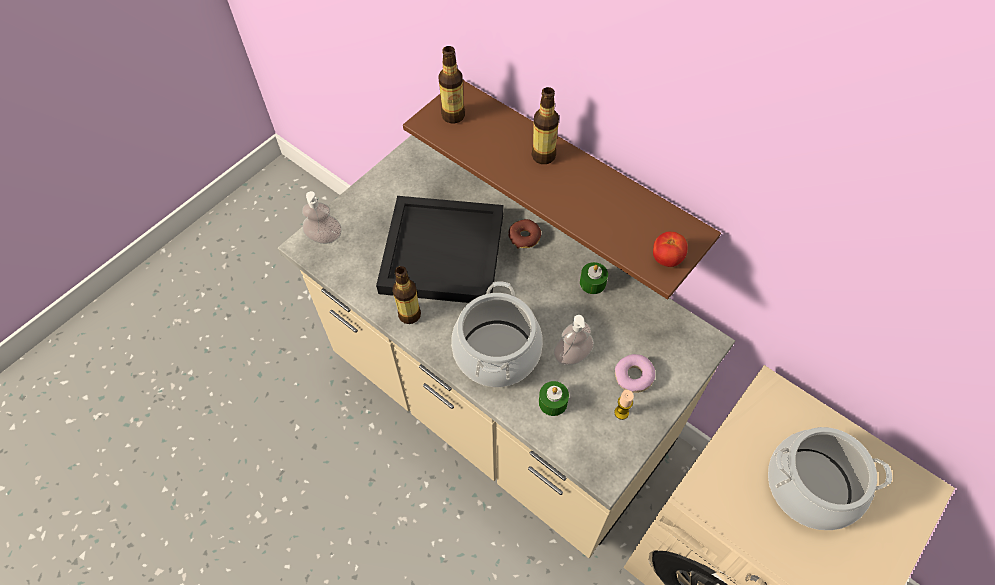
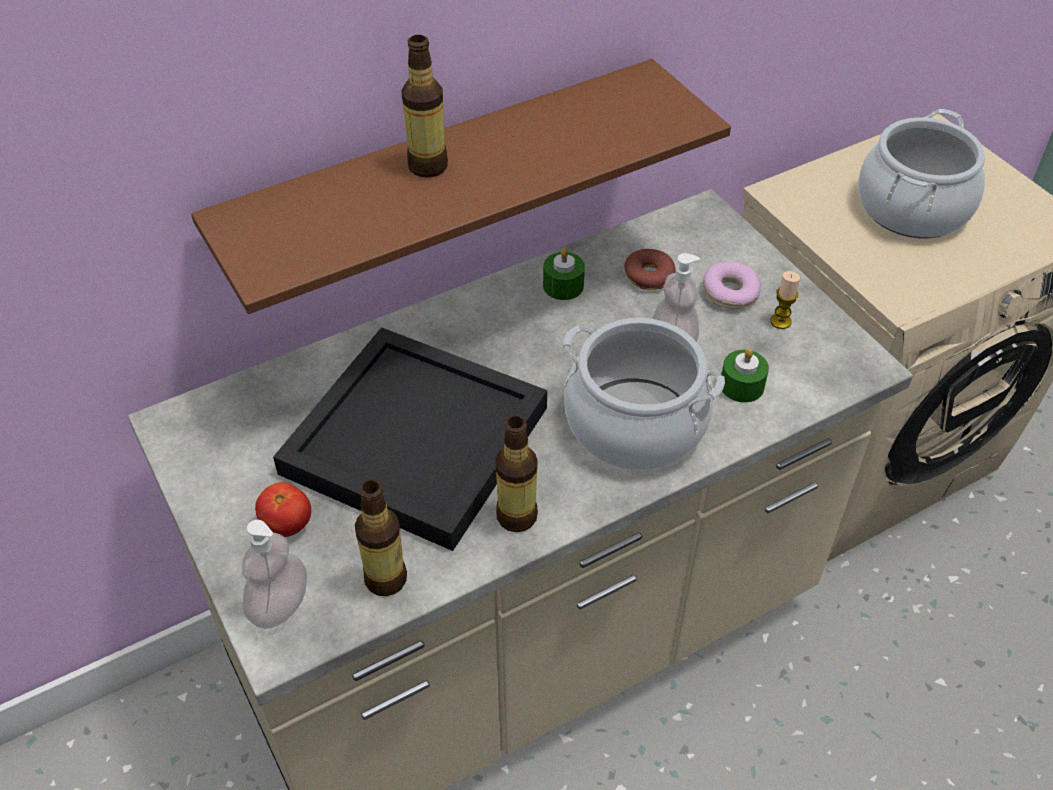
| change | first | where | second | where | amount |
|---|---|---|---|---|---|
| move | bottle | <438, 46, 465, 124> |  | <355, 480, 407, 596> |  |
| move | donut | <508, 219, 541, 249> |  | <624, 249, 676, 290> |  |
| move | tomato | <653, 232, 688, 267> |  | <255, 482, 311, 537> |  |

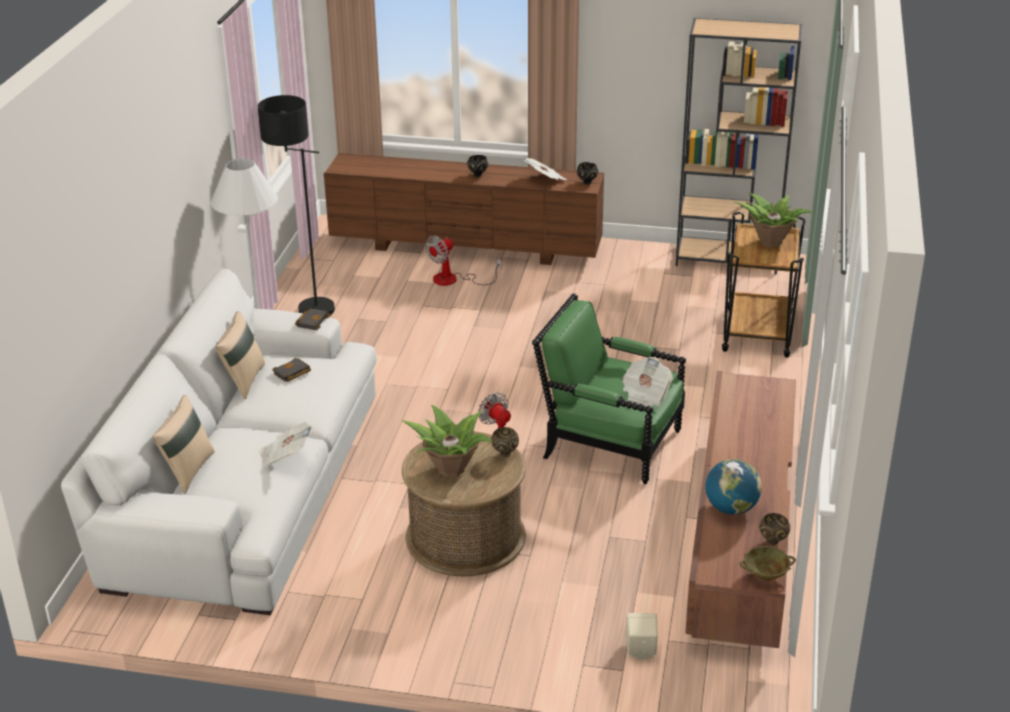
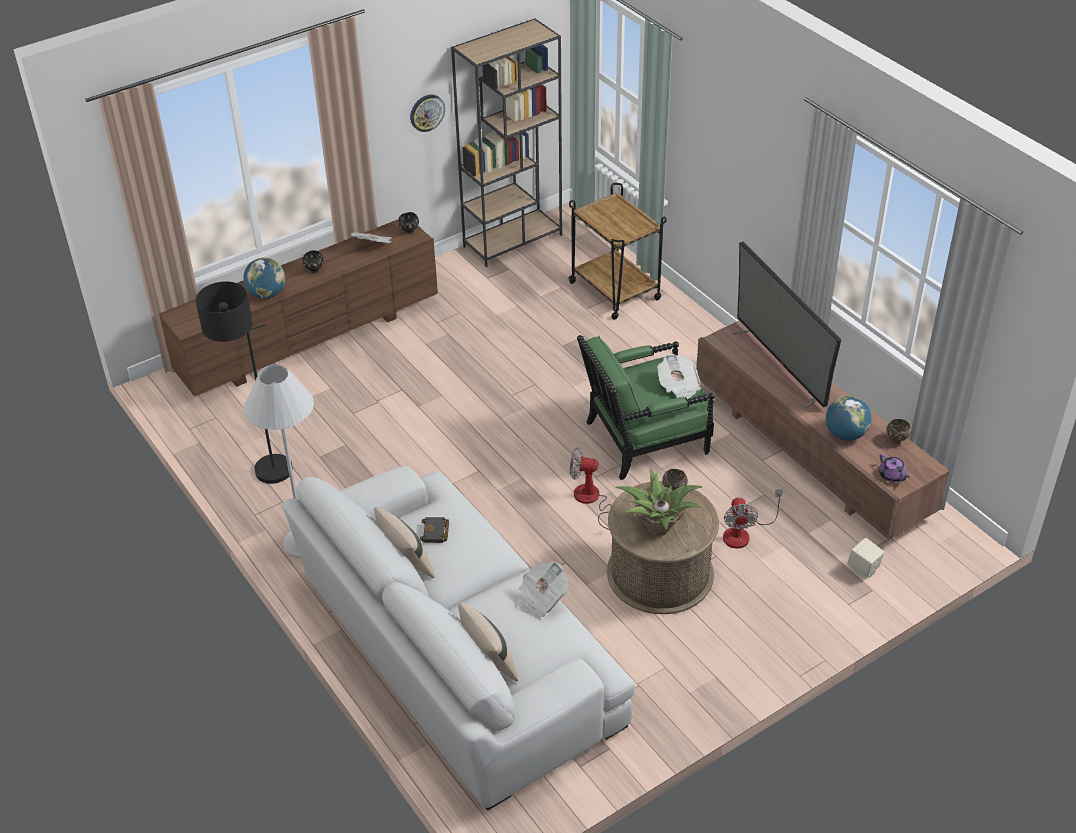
| change | first | where | second | where | amount |
|---|---|---|---|---|---|
| delete | black book | <295, 308, 330, 330> |  |  |  |
| delete | potted plant | <735, 193, 814, 247> |  |  |  |
| delete | beige bowl | <740, 546, 796, 581> |  |  |  |
| insert |  |  | globe | <243, 258, 285, 299> |  |
| insert |  |  | wall clock | <410, 95, 445, 132> |  |
| insert |  |  | television | <733, 242, 841, 409> |  |
| insert |  |  | purple teapot | <879, 454, 910, 482> |  |
| move | fan | <425, 236, 502, 286> |  | <723, 489, 783, 548> |  |

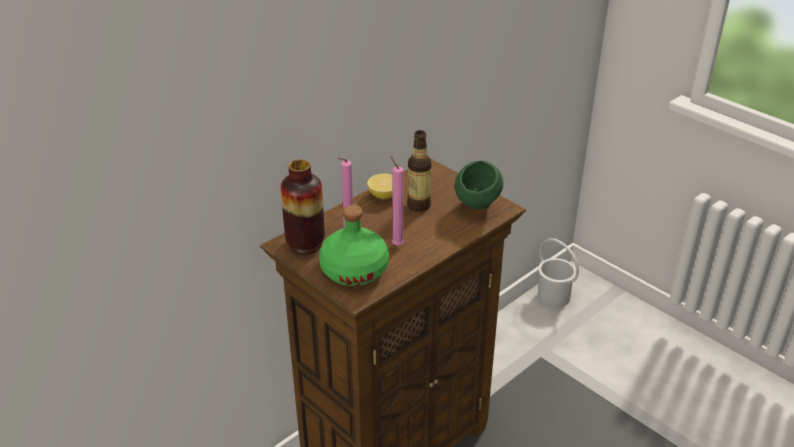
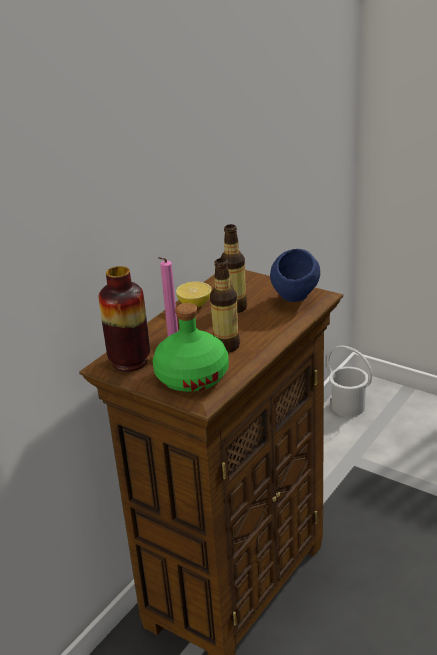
| change | first | where | second | where | amount |
|---|---|---|---|---|---|
| replace | pink candle | <391, 156, 404, 246> | bottle | <210, 258, 240, 353> |  |
| recolor | green bowl | <455, 161, 503, 210> | blue bowl | <270, 249, 320, 302> |  |

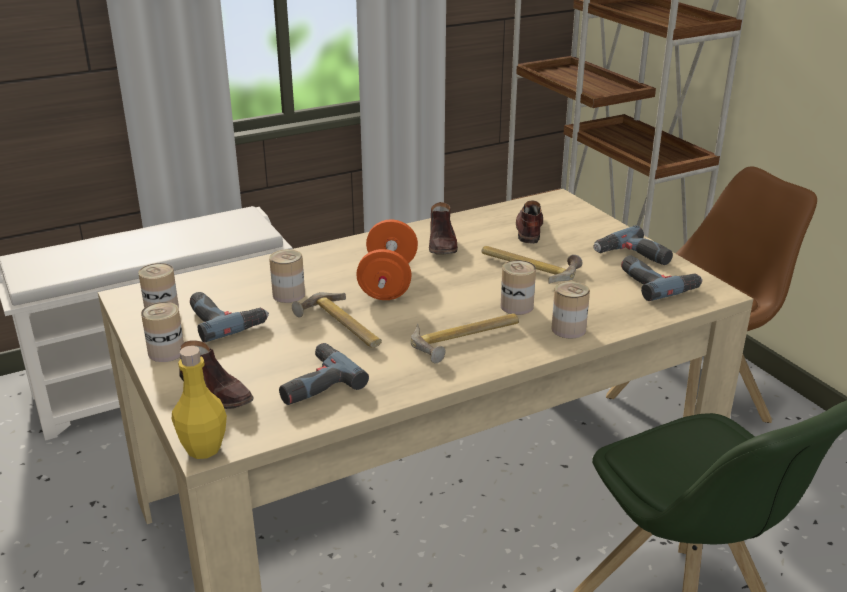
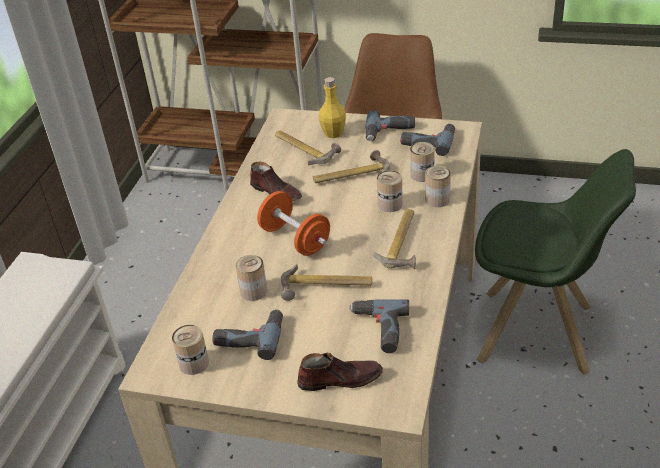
| change | first | where | second | where | amount |
|---|---|---|---|---|---|
| move | can | <141, 302, 184, 362> |  | <410, 142, 435, 182> |  |
| move | yellow bottle | <172, 346, 227, 459> |  | <319, 77, 346, 138> |  |
| replace | brown shoe | <516, 200, 543, 244> | hammer | <275, 131, 341, 165> |  |

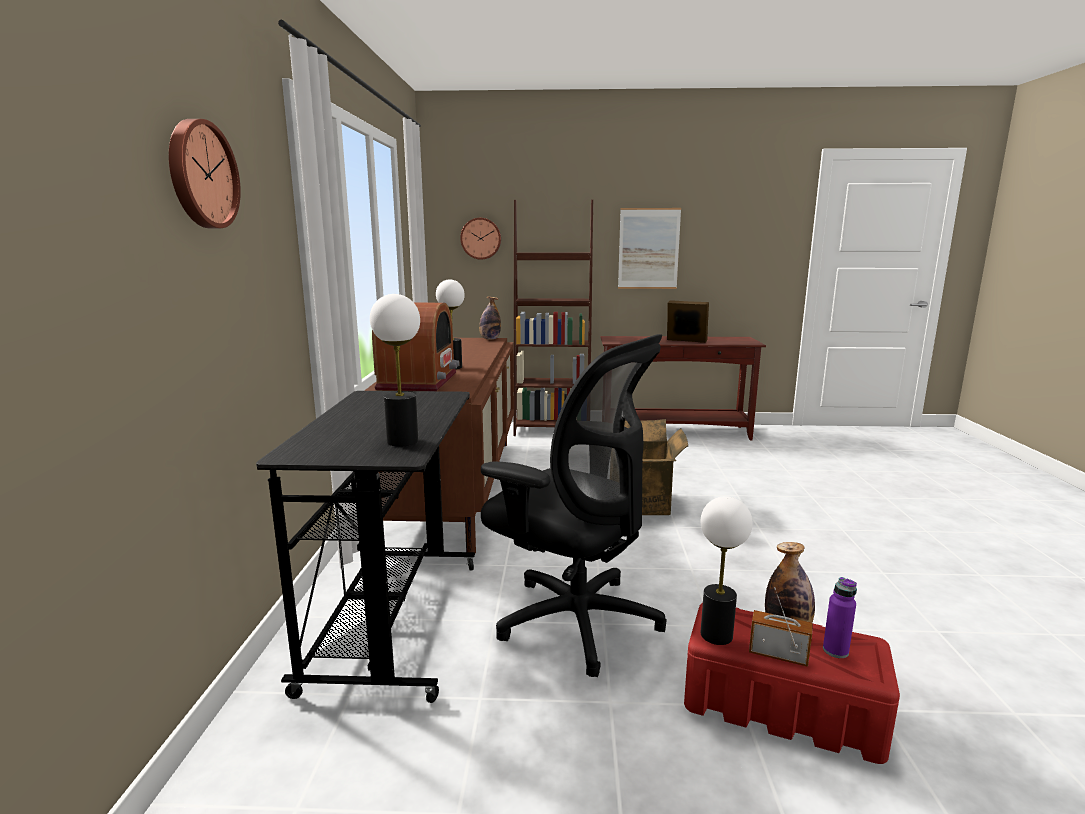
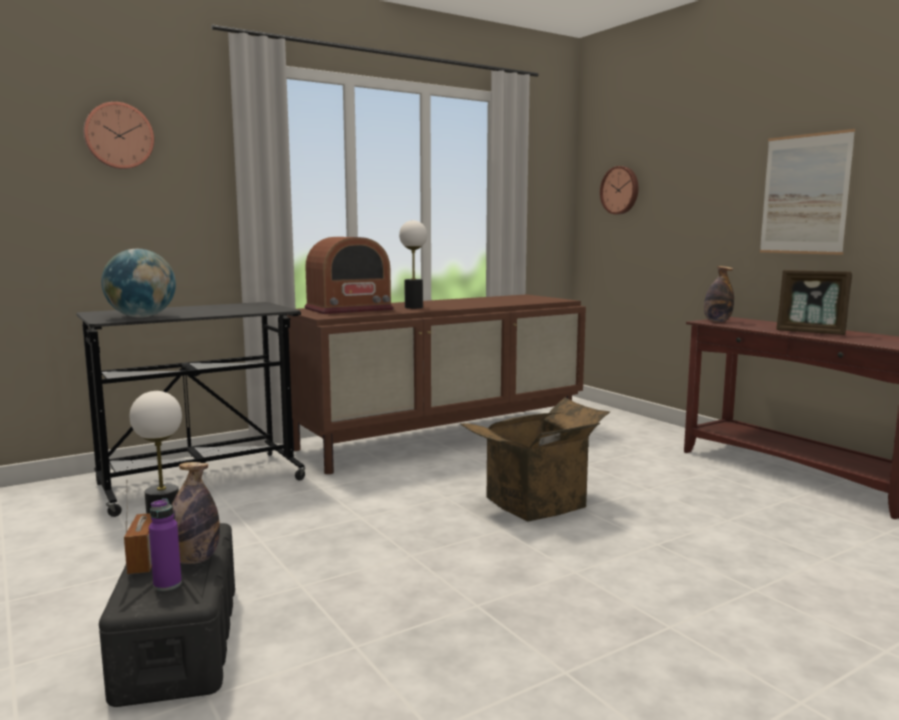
| change | first | where | second | where | amount |
|---|---|---|---|---|---|
| delete | black office chair | <481, 334, 667, 677> |  |  |  |
| delete | brown bookcase | <514, 200, 593, 436> |  |  |  |
| move | bottle | <479, 296, 501, 340> |  | <704, 266, 734, 322> |  |
| replace | table lamp | <370, 294, 420, 447> | globe | <101, 249, 176, 318> |  |
| recolor | red storage box | <684, 603, 900, 764> | black storage box | <99, 523, 235, 707> |  |
| rotate | picture frame | <667, 300, 709, 343> |  | <776, 270, 852, 335> | 135 degrees clockwise |

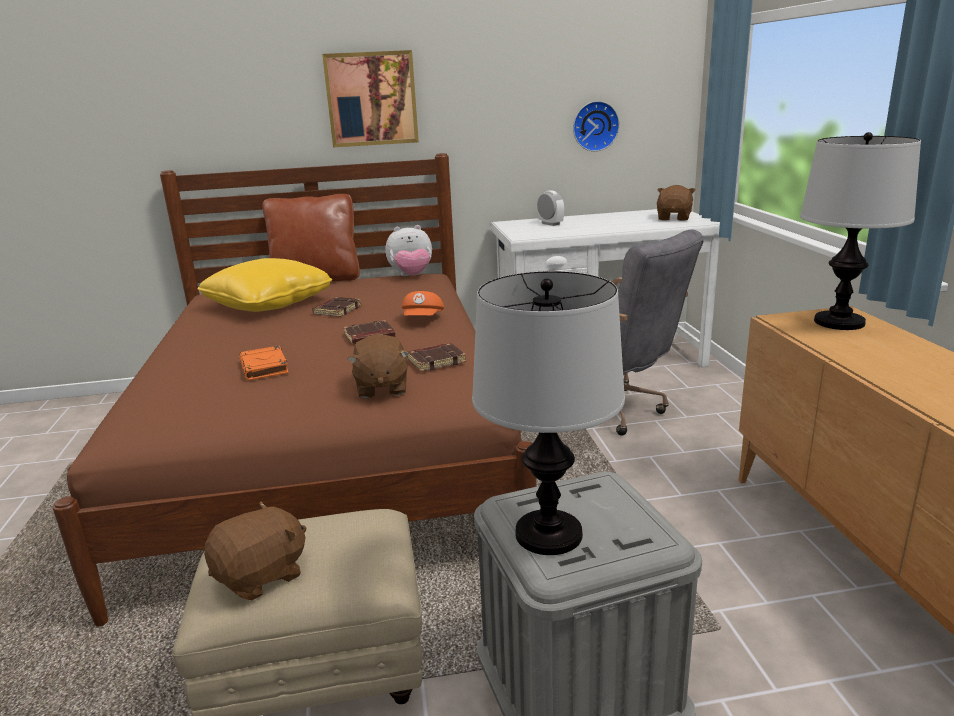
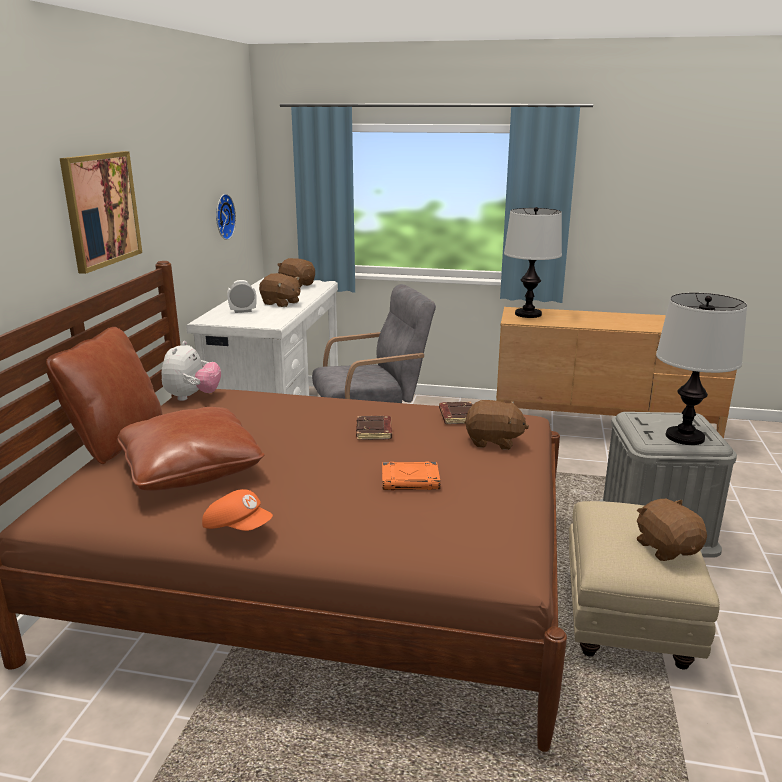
| change | first | where | second | where | amount |
|---|---|---|---|---|---|
| delete | brown book | <312, 297, 362, 317> |  |  |  |
| insert |  |  | brown plush toy | <259, 273, 300, 307> |  |
| move | orange cap | <402, 291, 444, 316> |  | <202, 489, 273, 531> |  |
| recolor | yellow pillow | <197, 258, 332, 312> | brown pillow | <117, 407, 265, 491> |  |

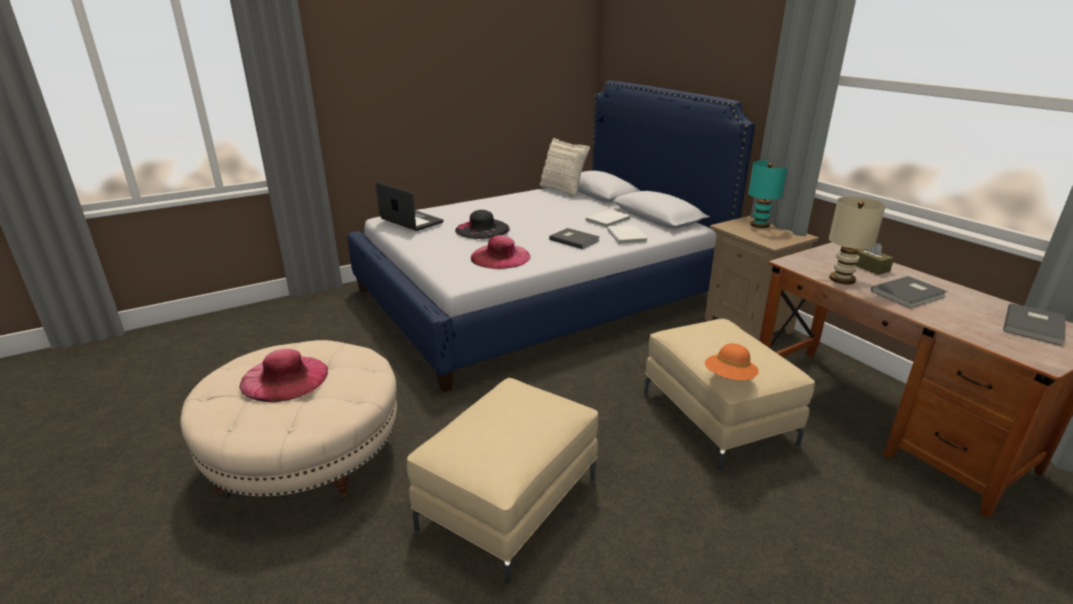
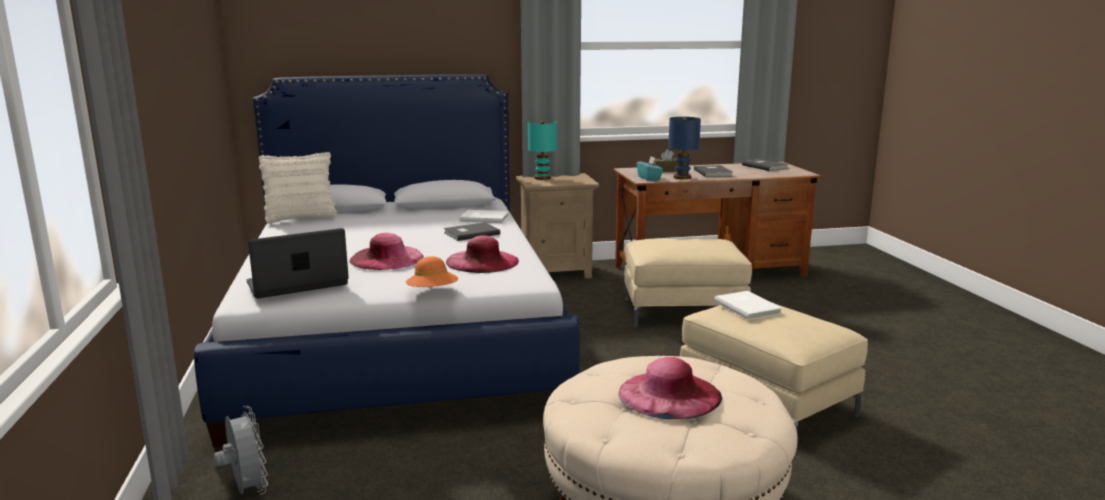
| change | first | where | second | where | amount |
|---|---|---|---|---|---|
| insert |  |  | grey fan | <214, 406, 268, 495> |  |
| insert |  |  | turquoise tissue box | <637, 157, 663, 181> |  |
| move | white book | <585, 210, 631, 228> |  | <714, 291, 783, 320> |  |
| move | orange hat | <705, 343, 759, 380> |  | <406, 256, 459, 287> |  |
| recolor | black hat | <455, 210, 510, 239> | pink hat | <350, 233, 424, 270> |  |
| recolor | beige table lamp | <829, 196, 886, 284> | blue table lamp | <668, 117, 701, 179> |  |

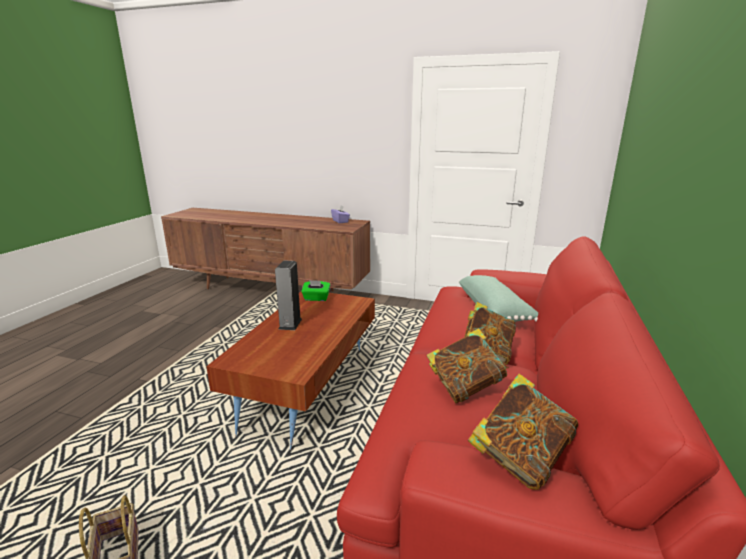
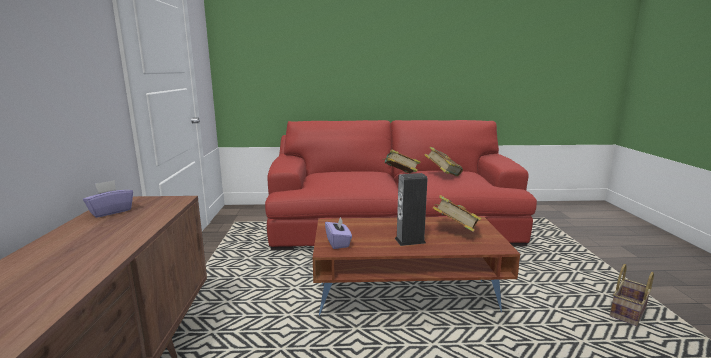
| change | first | where | second | where | amount |
|---|---|---|---|---|---|
| delete | green pillow | <459, 275, 538, 322> |  |  |  |
| move | book | <468, 374, 578, 490> |  | <432, 195, 482, 232> |  |
| recolor | green tissue box | <301, 280, 330, 301> | purple tissue box | <325, 217, 352, 249> |  |

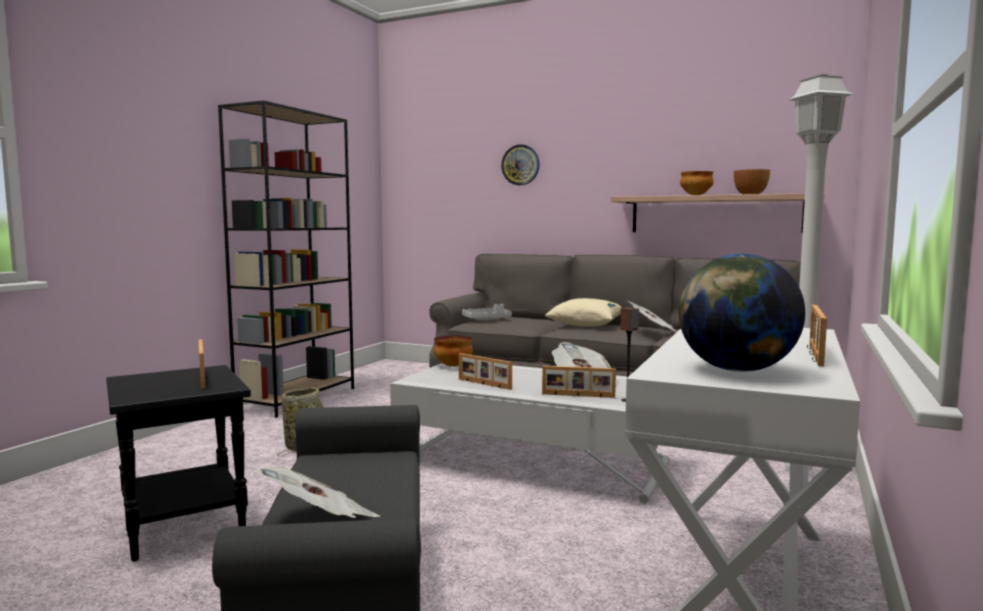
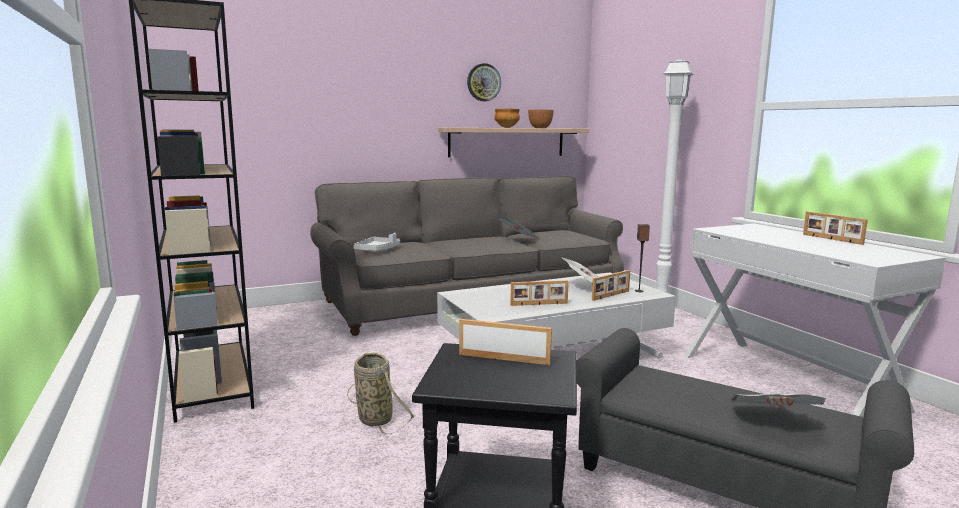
| change | first | where | second | where | amount |
|---|---|---|---|---|---|
| delete | bowl | <434, 335, 473, 367> |  |  |  |
| delete | beige pillow | <545, 298, 622, 327> |  |  |  |
| delete | globe | <679, 254, 805, 372> |  |  |  |
| move | wall clock | <501, 144, 540, 185> |  | <467, 63, 501, 101> |  |

